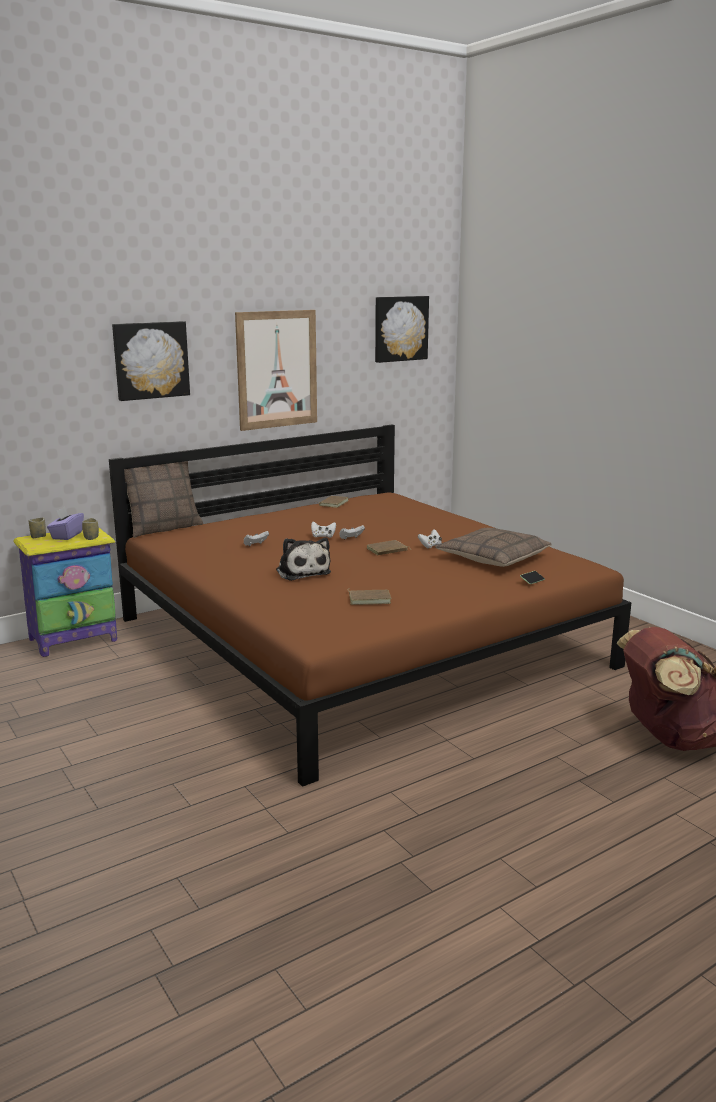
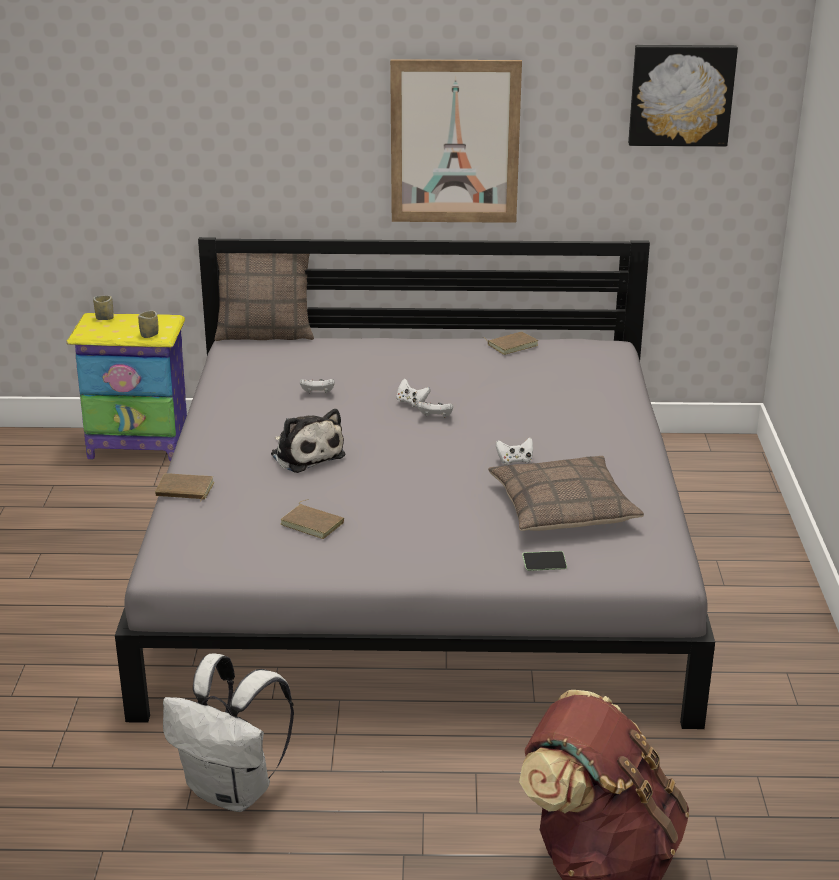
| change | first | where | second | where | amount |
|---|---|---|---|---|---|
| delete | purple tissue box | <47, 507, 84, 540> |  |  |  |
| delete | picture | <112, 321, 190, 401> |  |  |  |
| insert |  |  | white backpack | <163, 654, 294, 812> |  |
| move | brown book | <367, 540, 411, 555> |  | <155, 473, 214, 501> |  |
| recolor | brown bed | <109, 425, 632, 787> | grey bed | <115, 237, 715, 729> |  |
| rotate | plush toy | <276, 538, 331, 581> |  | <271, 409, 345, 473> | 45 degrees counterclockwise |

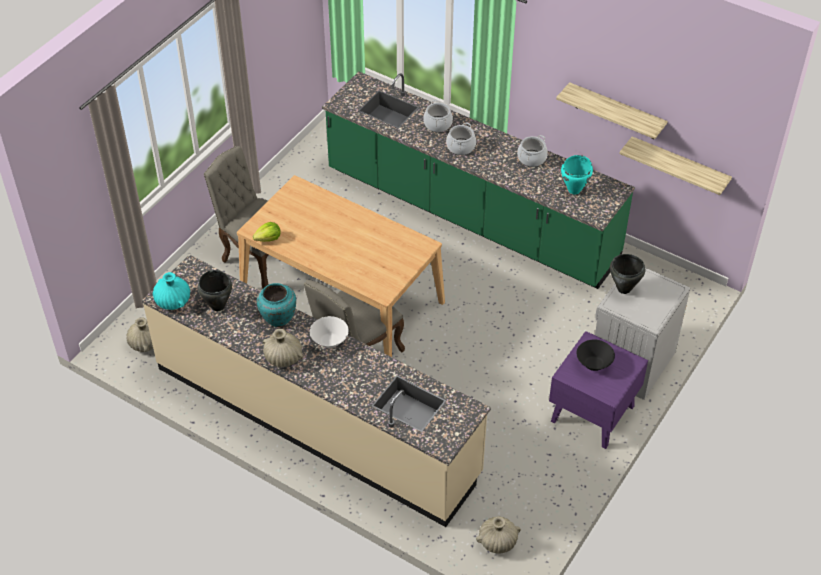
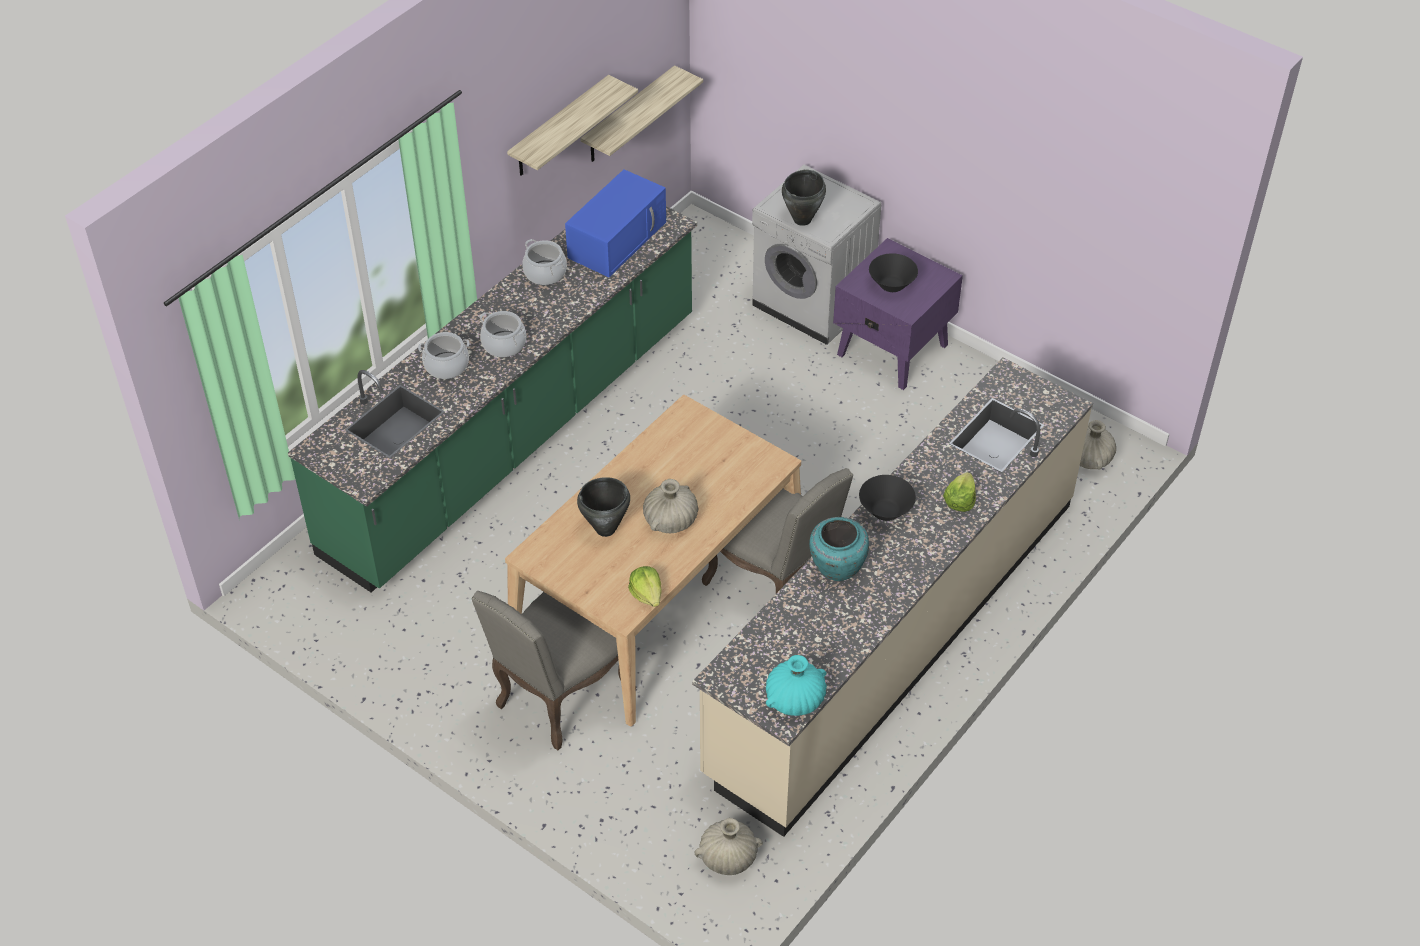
| change | first | where | second | where | amount |
|---|---|---|---|---|---|
| insert |  |  | lettuce | <943, 472, 976, 512> |  |
| move | black cooking pot | <198, 270, 232, 311> |  | <577, 477, 630, 537> |  |
| move | beige vase | <263, 329, 303, 367> |  | <643, 479, 698, 533> |  |
| replace | turquoise cooking pot | <561, 155, 593, 194> | blue microwave | <565, 169, 666, 277> |  |
| recolor | white bowl | <310, 316, 349, 348> | black bowl | <859, 475, 916, 521> |  |

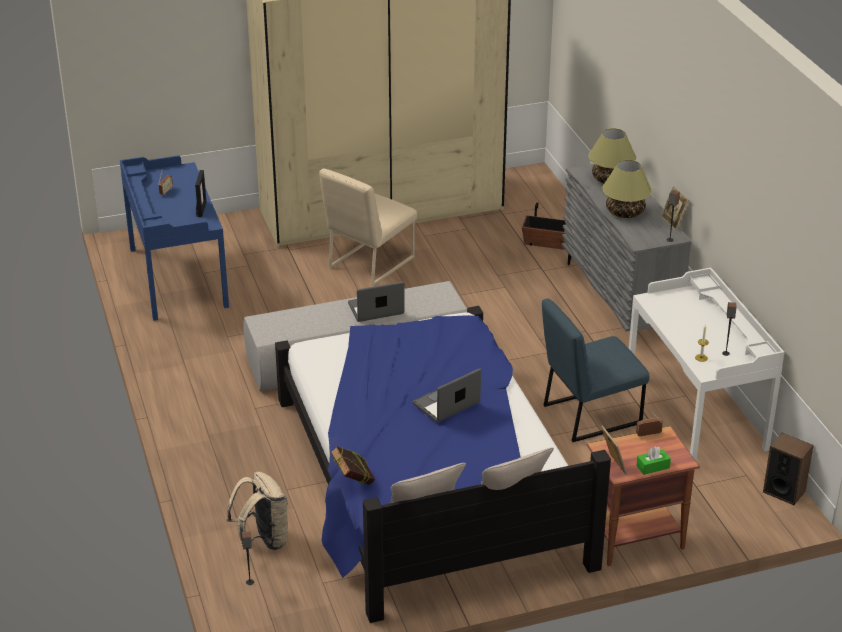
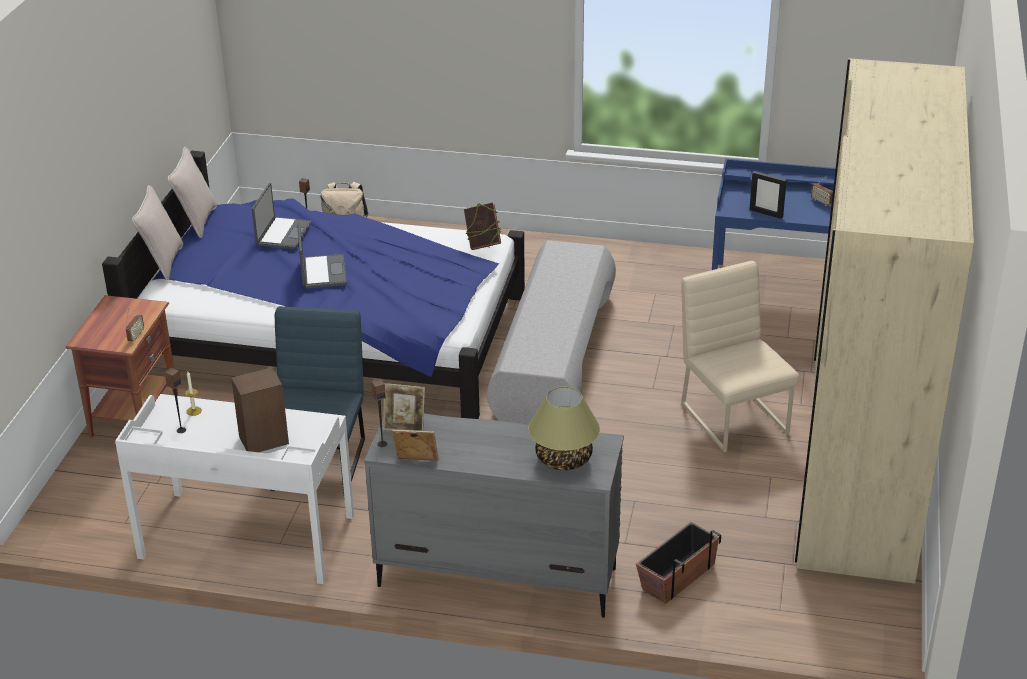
| change | first | where | second | where | amount |
|---|---|---|---|---|---|
| delete | table lamp | <602, 160, 652, 218> |  |  |  |
| delete | green tissue box | <636, 446, 671, 475> |  |  |  |
| move | book | <330, 446, 376, 485> |  | <464, 203, 501, 250> |  |
| move | laptop | <348, 282, 405, 322> |  | <252, 183, 312, 249> |  |
| move | picture frame | <601, 426, 627, 475> |  | <383, 383, 425, 431> |  |
| move | speaker | <763, 433, 814, 505> |  | <231, 367, 289, 452> |  |

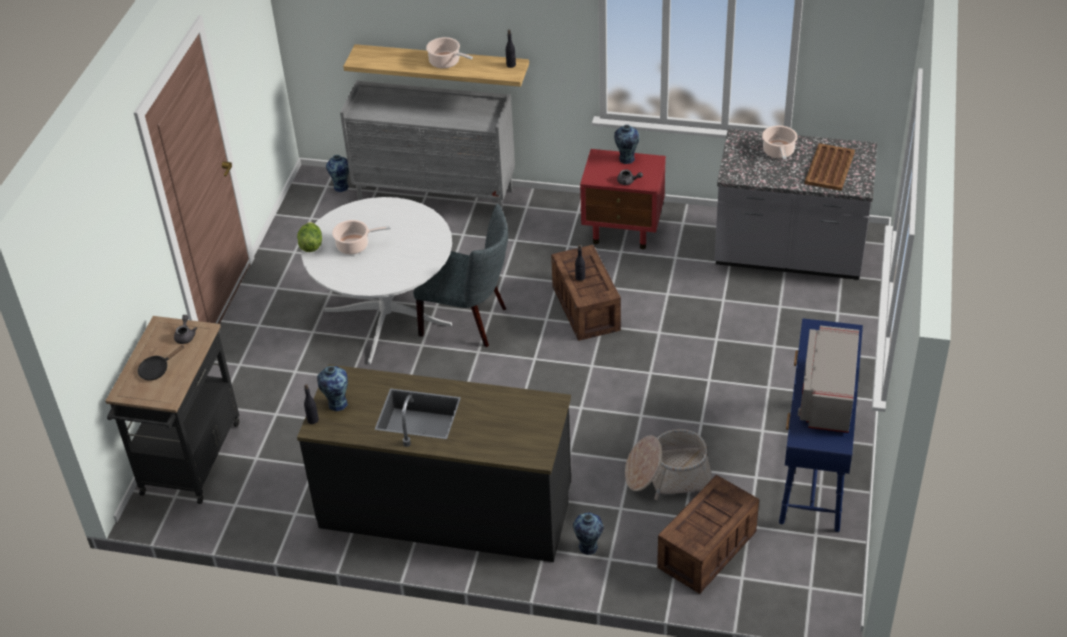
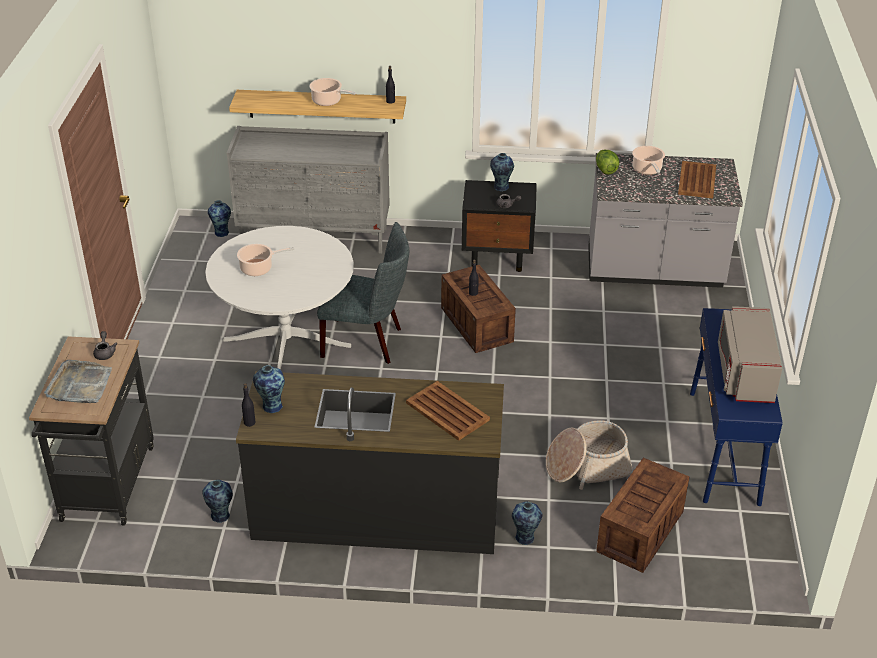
| change | first | where | second | where | amount |
|---|---|---|---|---|---|
| insert |  |  | vase | <202, 480, 233, 523> |  |
| insert |  |  | brown tray | <406, 381, 490, 441> |  |
| move | lettuce | <297, 222, 322, 252> |  | <596, 150, 619, 175> |  |
| replace | black frying pan | <138, 345, 184, 381> | grey tray | <44, 360, 112, 403> |  |
| recolor | red nightstand | <580, 149, 666, 249> | black nightstand | <462, 180, 537, 272> |  |

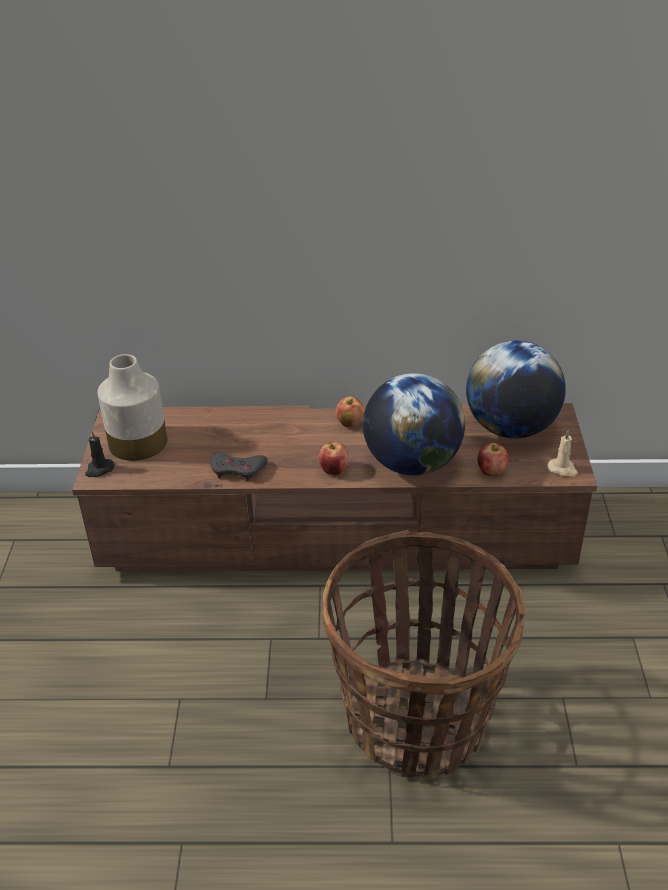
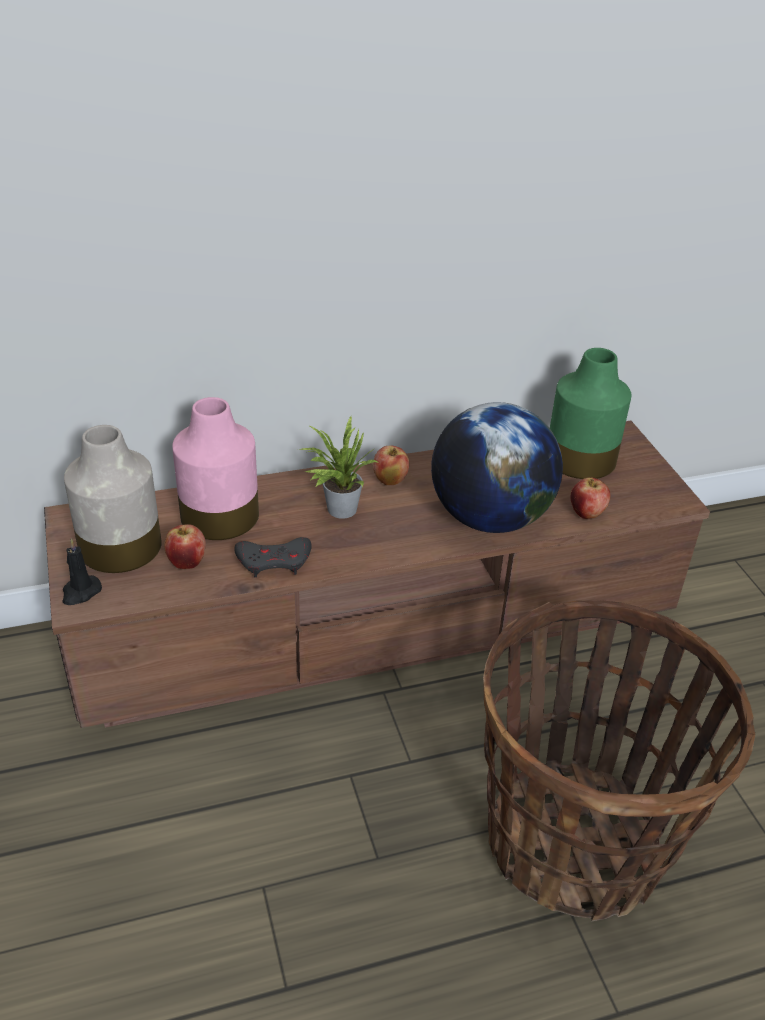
| change | first | where | second | where | amount |
|---|---|---|---|---|---|
| delete | beige candle | <547, 430, 578, 476> |  |  |  |
| insert |  |  | pink vase | <172, 397, 259, 540> |  |
| insert |  |  | potted plant | <298, 416, 378, 519> |  |
| move | apple | <319, 442, 349, 475> |  | <164, 524, 206, 569> |  |
| replace | globe | <466, 340, 566, 438> | green vase | <550, 348, 631, 479> |  |

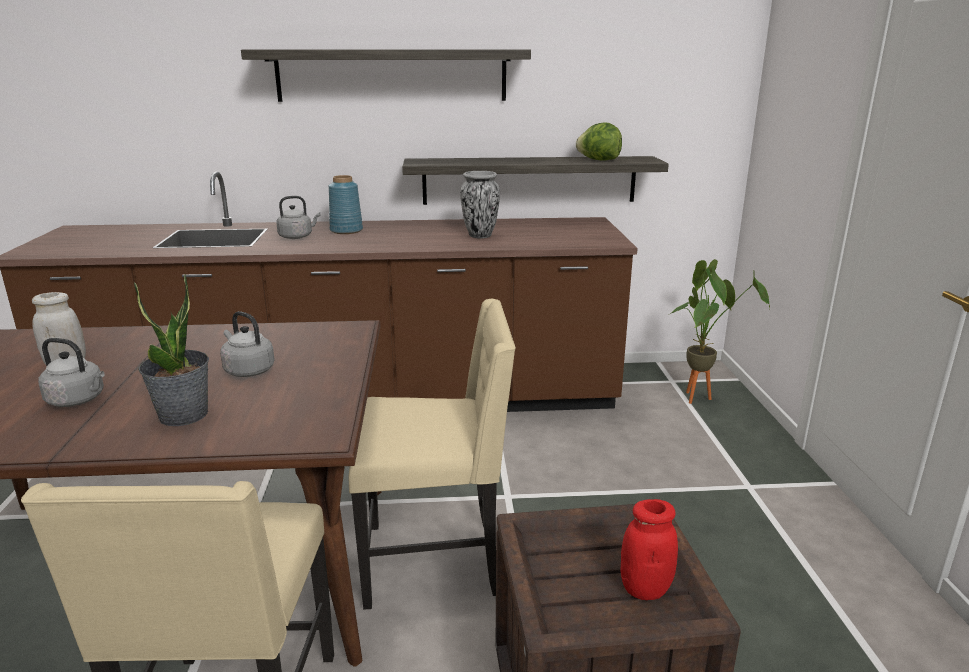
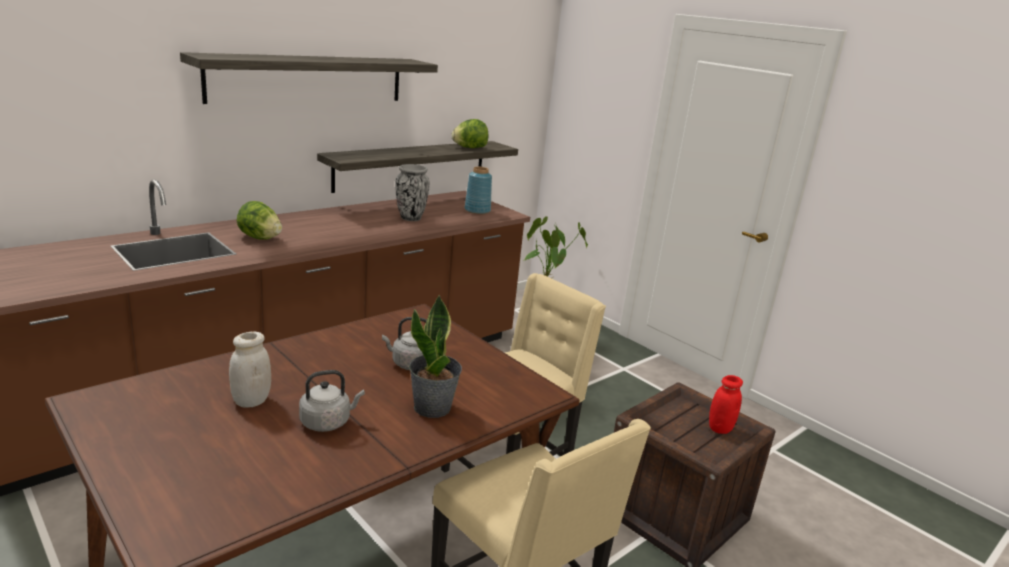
| change | first | where | second | where | amount |
|---|---|---|---|---|---|
| move | blue vase | <329, 175, 363, 234> |  | <464, 167, 492, 214> |  |
| replace | grey kettle | <276, 196, 321, 239> | lettuce | <237, 201, 282, 240> |  |

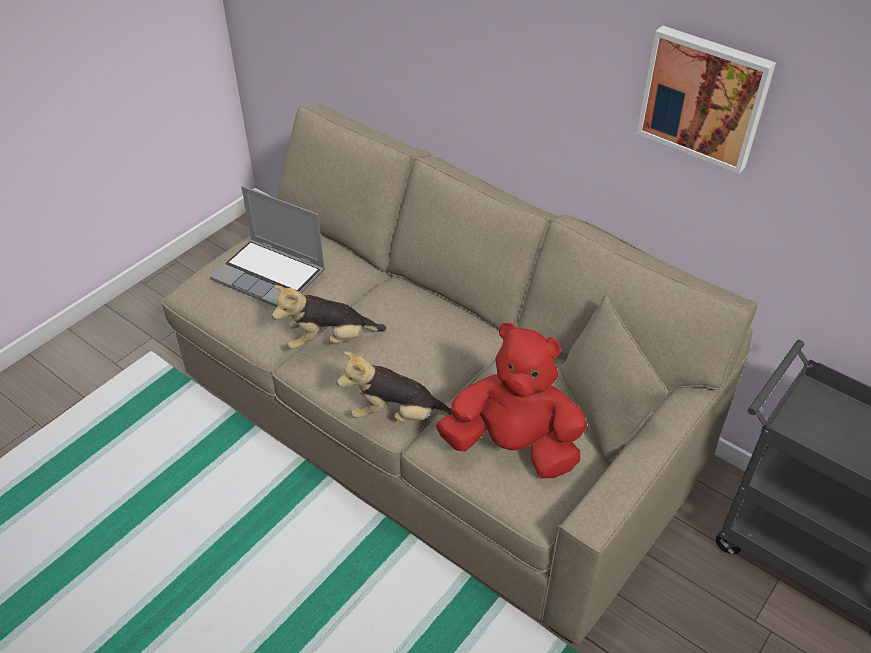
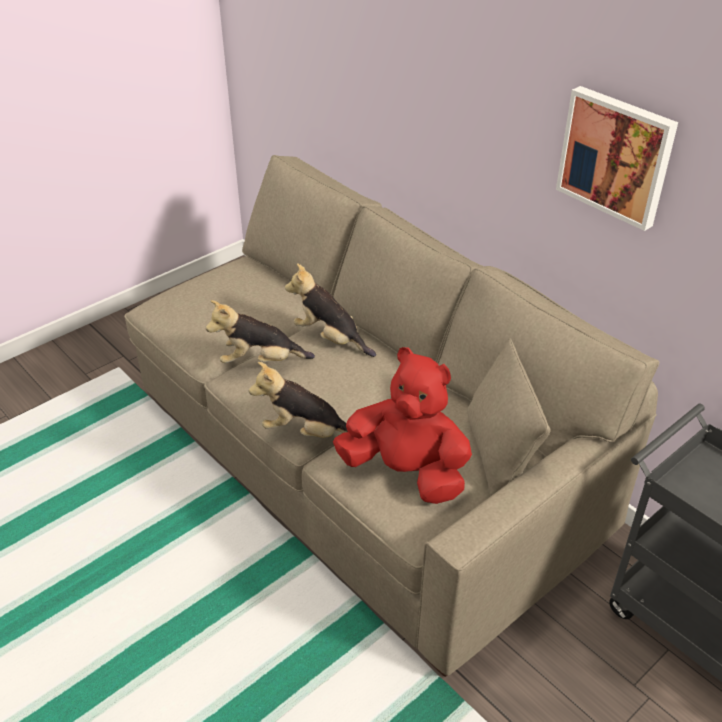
| change | first | where | second | where | amount |
|---|---|---|---|---|---|
| delete | laptop | <210, 186, 325, 307> |  |  |  |
| insert |  |  | plush toy | <285, 263, 376, 357> |  |

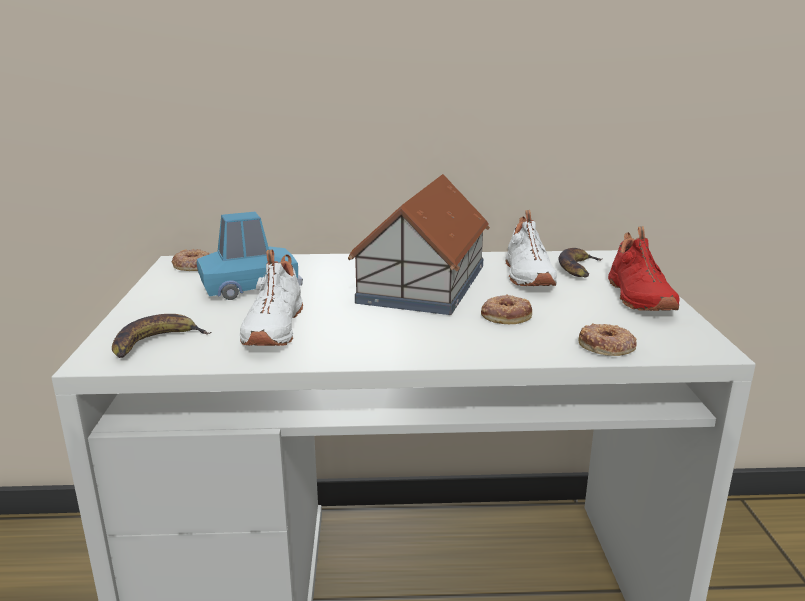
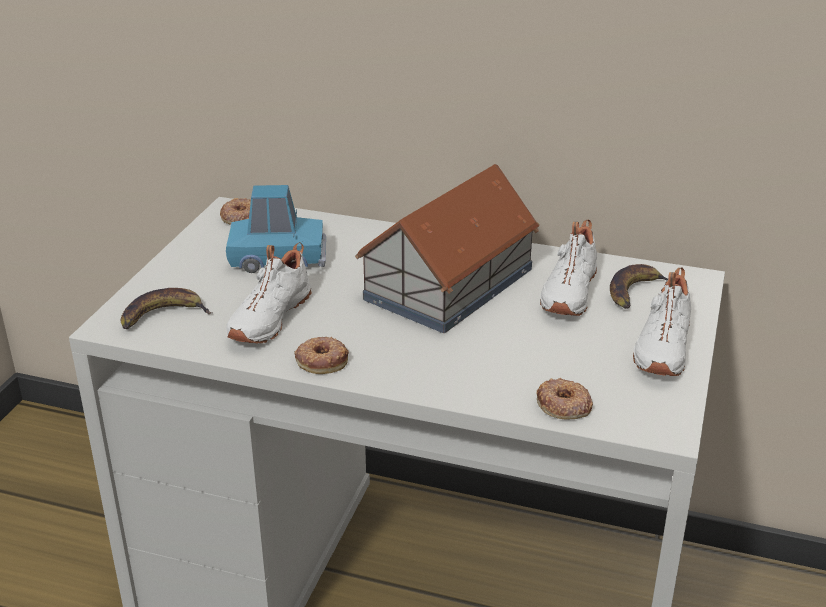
| change | first | where | second | where | amount |
|---|---|---|---|---|---|
| move | donut | <481, 294, 532, 324> |  | <294, 337, 349, 374> |  |
| recolor | red shoe | <608, 226, 680, 311> | white shoe | <633, 268, 691, 376> |  |

